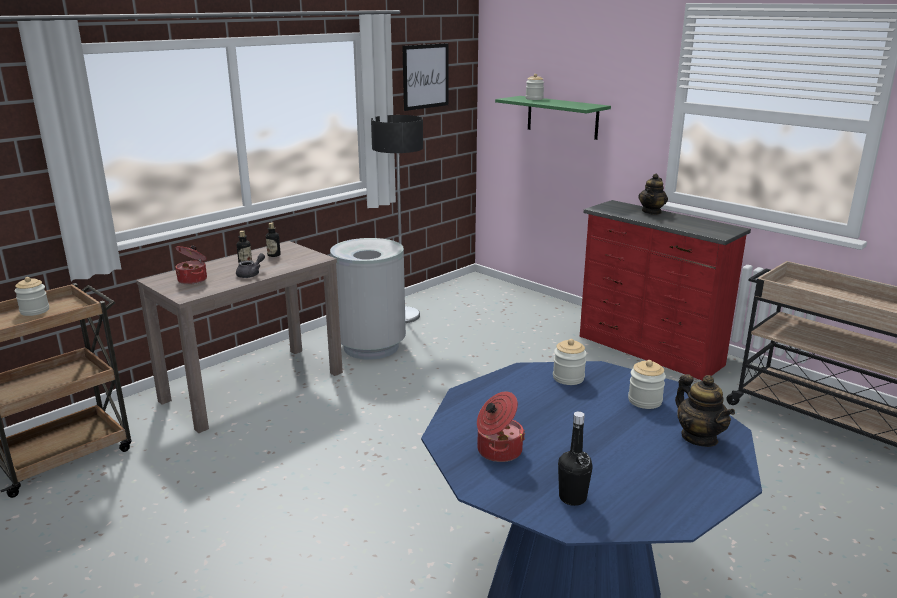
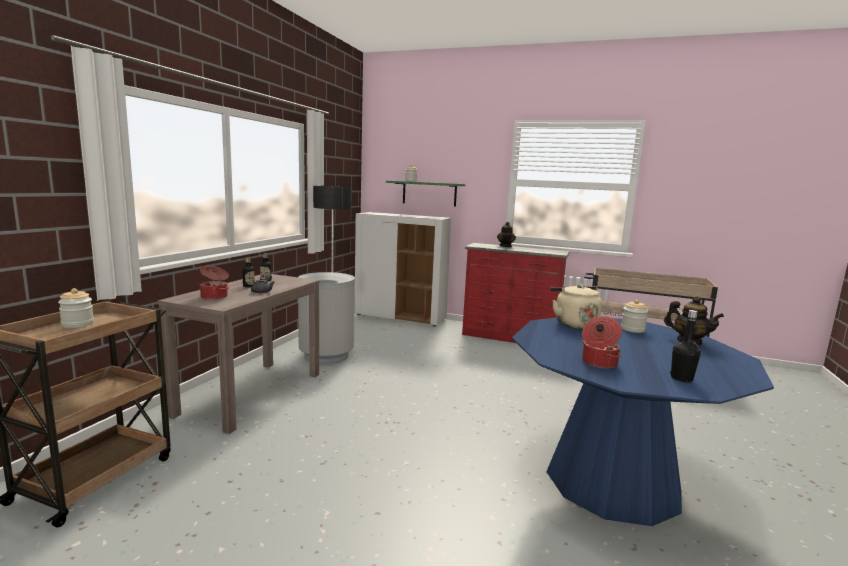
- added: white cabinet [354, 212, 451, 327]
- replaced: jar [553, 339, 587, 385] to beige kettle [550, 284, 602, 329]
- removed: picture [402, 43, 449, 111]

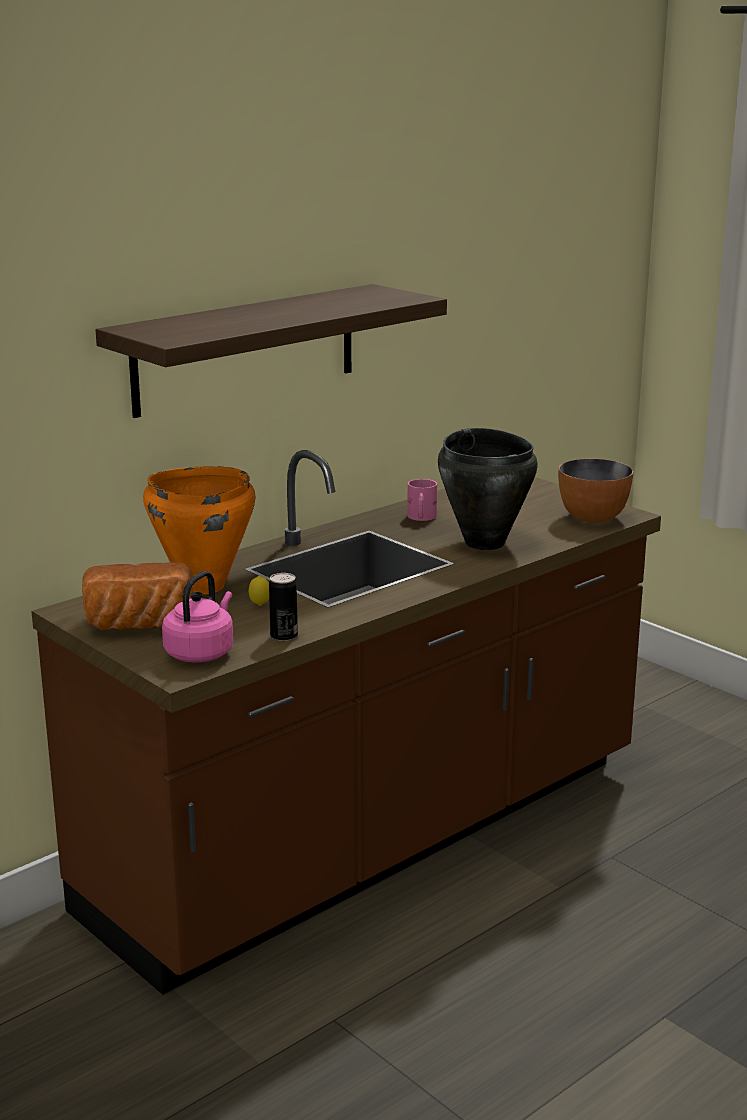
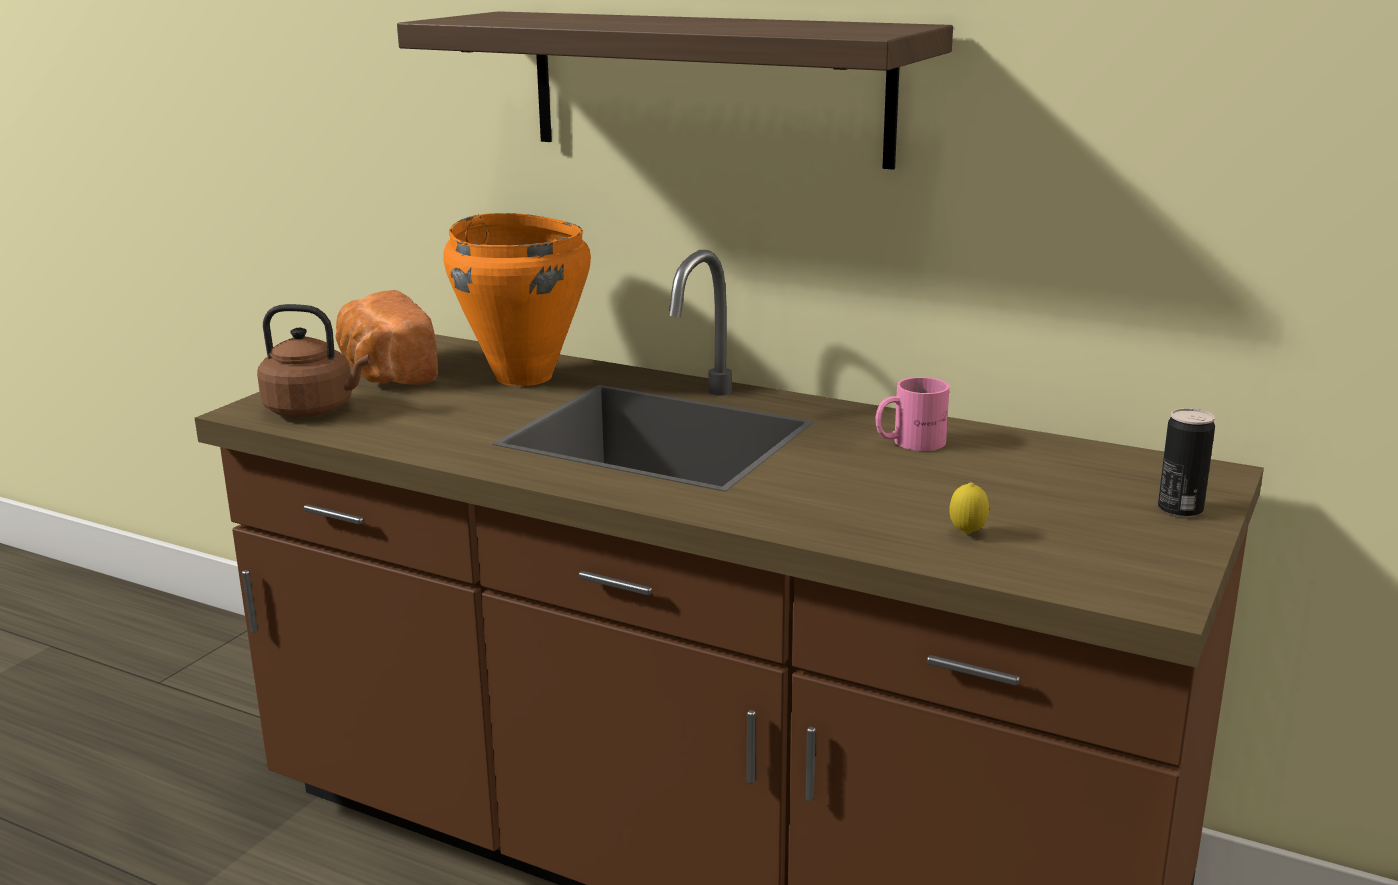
- recoloured: pink kettle [162, 571, 233, 662] to brown kettle [257, 304, 369, 417]
- moved: lemon [249, 576, 269, 606] to [949, 483, 989, 535]
- moved: can [269, 573, 298, 641] to [1158, 408, 1215, 518]
- removed: black cooking pot [438, 428, 538, 550]
- removed: bowl [558, 459, 634, 523]

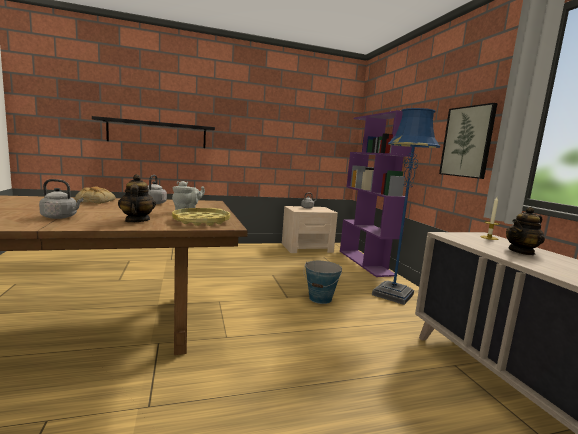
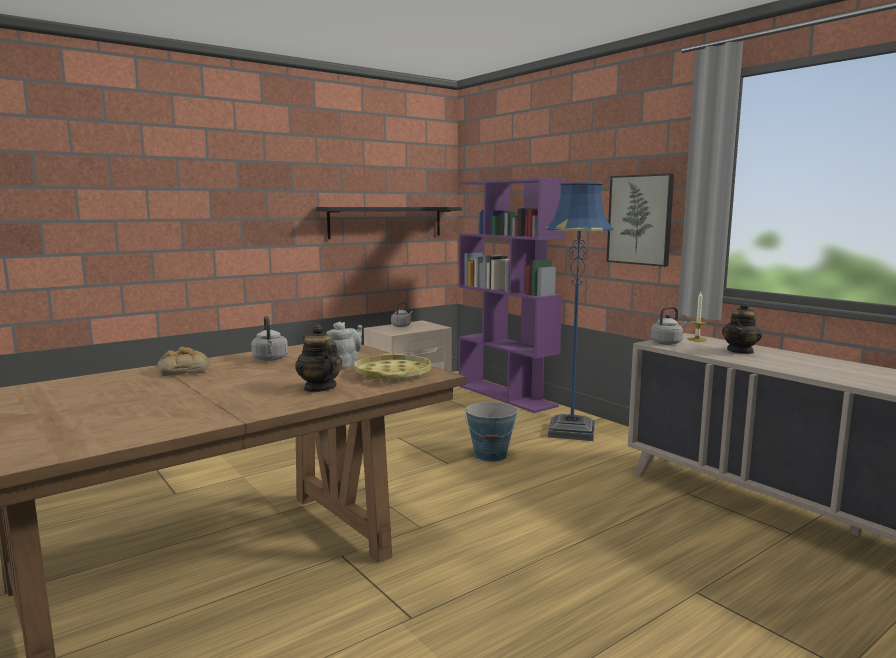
- moved: black shelf [92, 116, 215, 148] to [316, 207, 462, 239]
- moved: grey kettle [39, 179, 83, 219] to [651, 306, 687, 345]

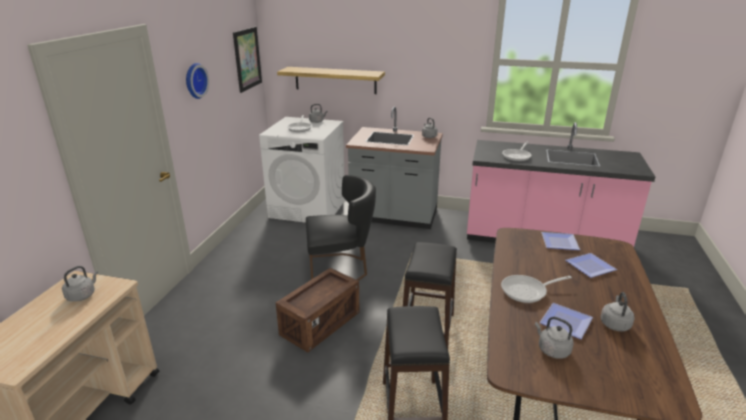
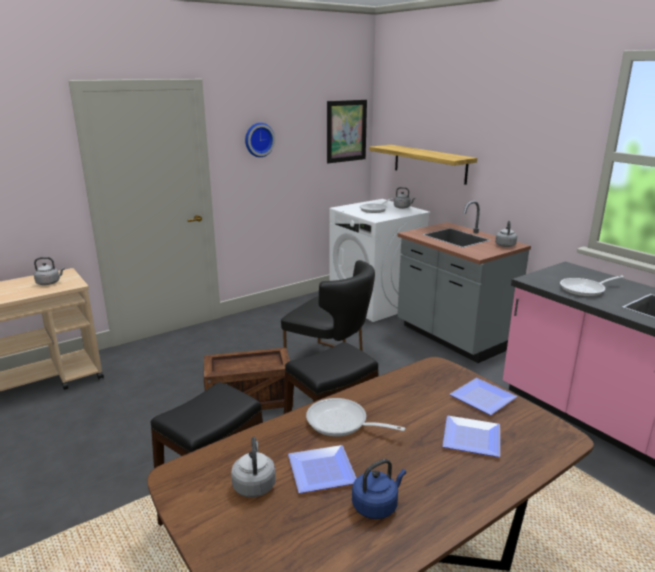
- recoloured: grey kettle [601, 292, 634, 331] to blue kettle [352, 459, 406, 519]

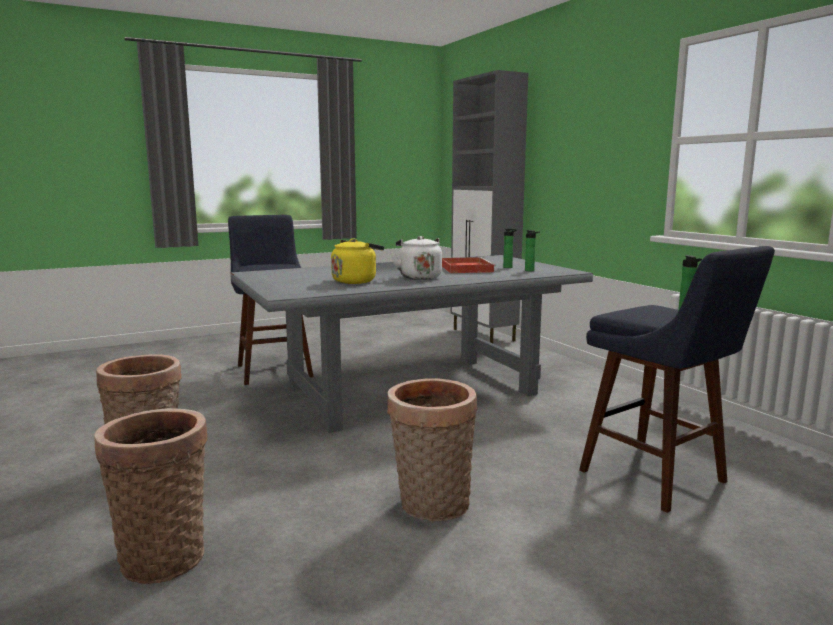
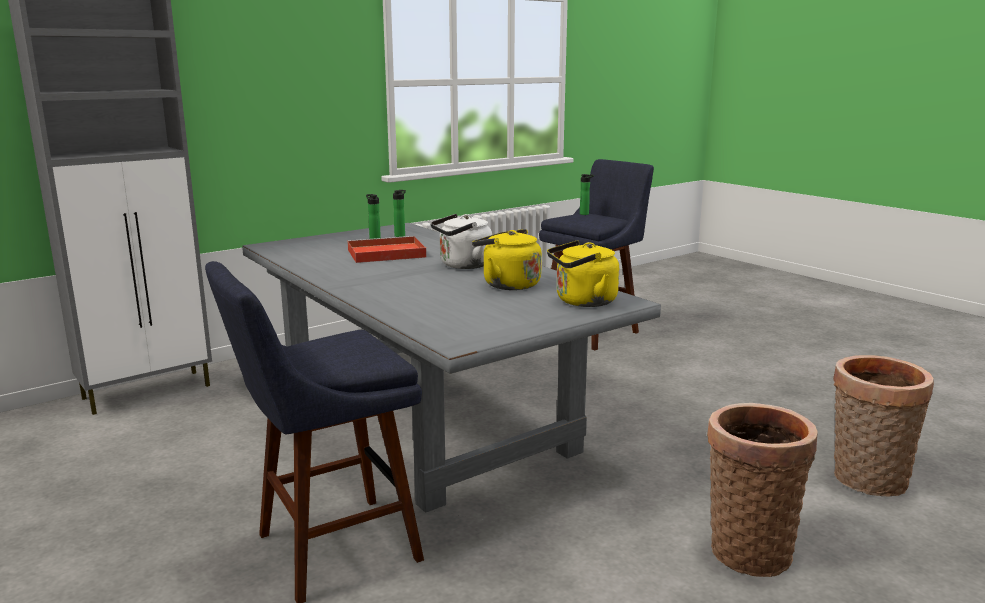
- added: yellow kettle [547, 240, 619, 307]
- removed: basket [387, 378, 478, 521]

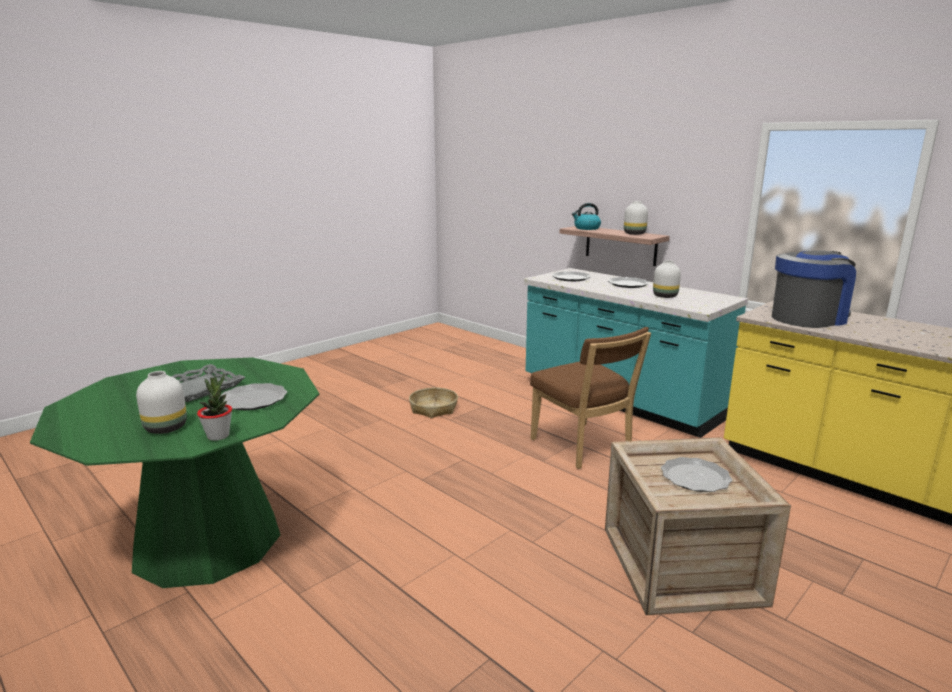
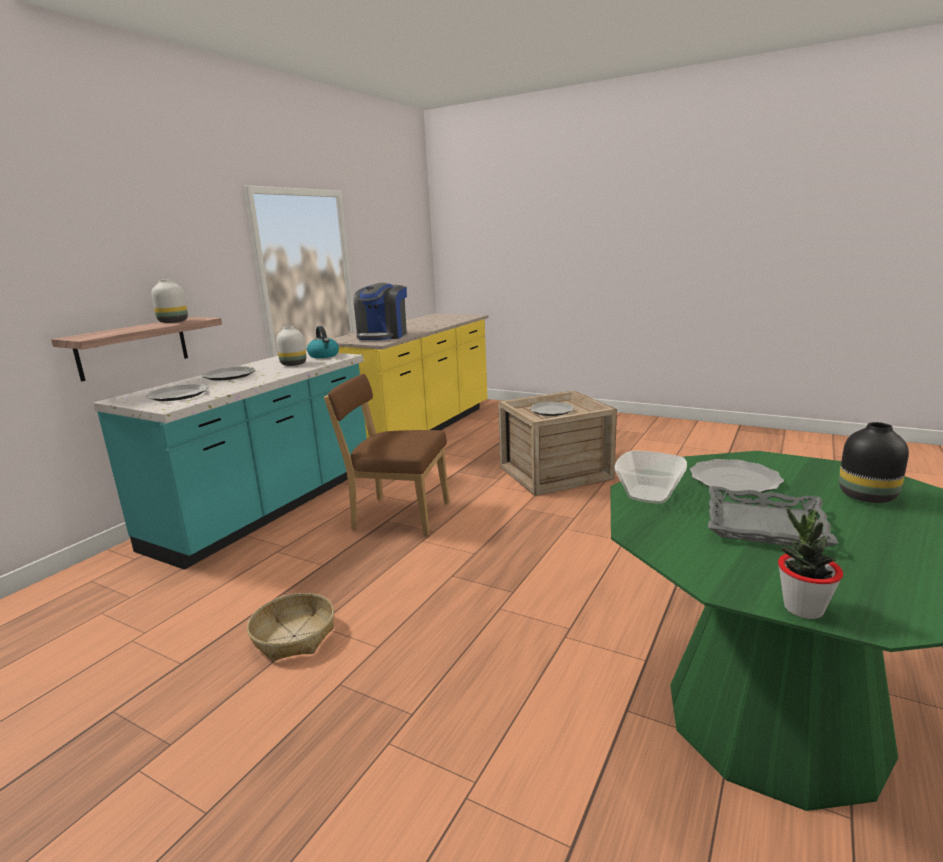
- moved: kettle [572, 203, 601, 230] to [307, 326, 339, 358]
- turned: brown chair [530, 327, 651, 469] = [324, 374, 449, 536] 120 degrees counterclockwise
- turned: coffee machine [772, 250, 856, 328] = [354, 283, 407, 340] 120 degrees counterclockwise
- added: bowl [614, 451, 687, 504]
- moved: potted plant [197, 374, 232, 441] to [778, 508, 843, 619]
- recoloured: white vase [136, 371, 187, 434] to black vase [839, 422, 909, 503]

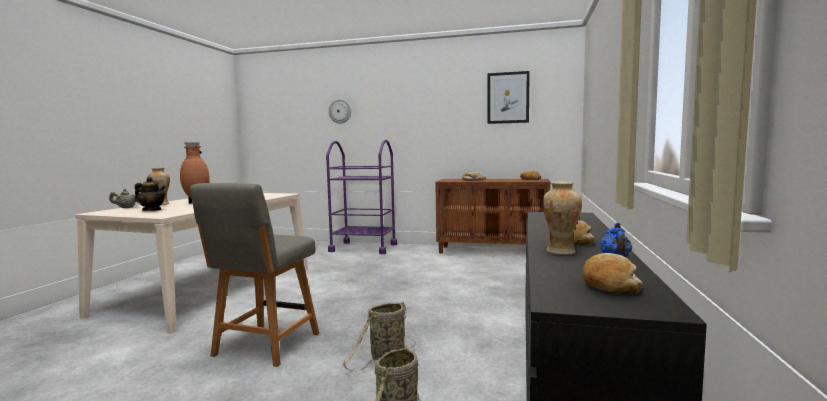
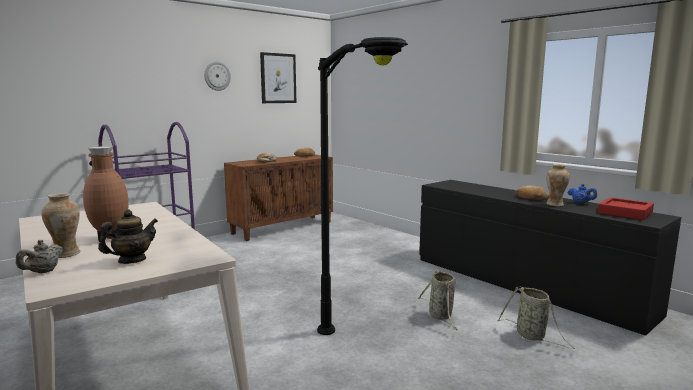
- moved: wall clock [329, 99, 351, 124] to [204, 61, 231, 91]
- replaced: grey chair [190, 183, 319, 367] to black floor lamp [317, 37, 408, 335]
- replaced: bread [583, 253, 643, 294] to red tray [597, 197, 654, 220]

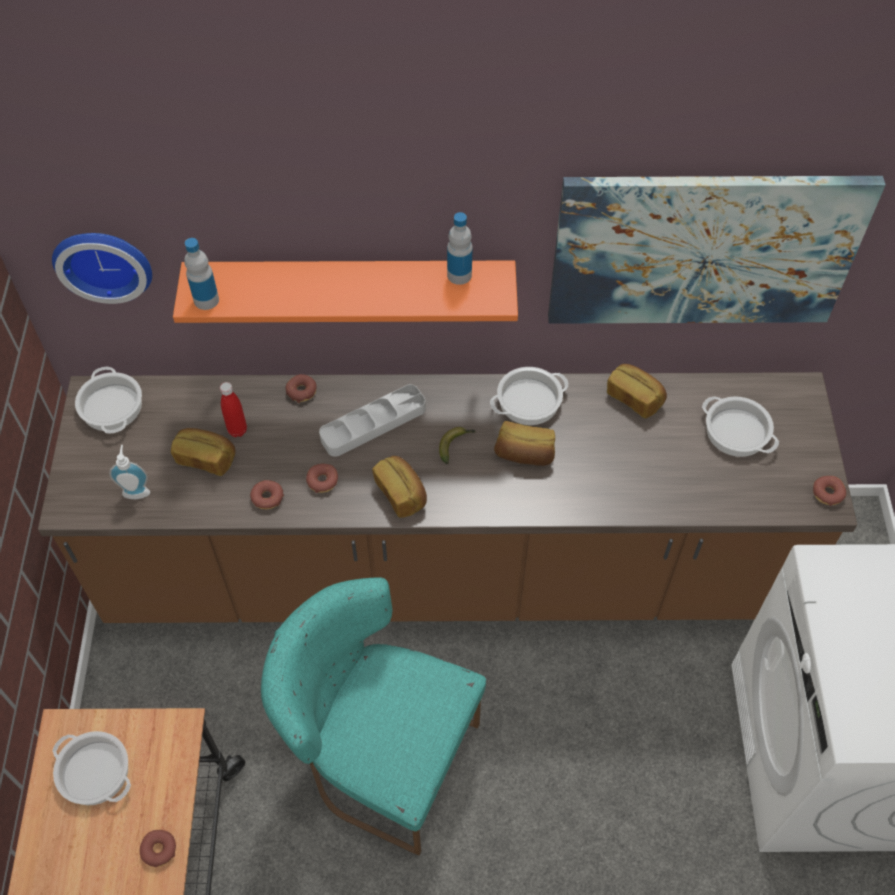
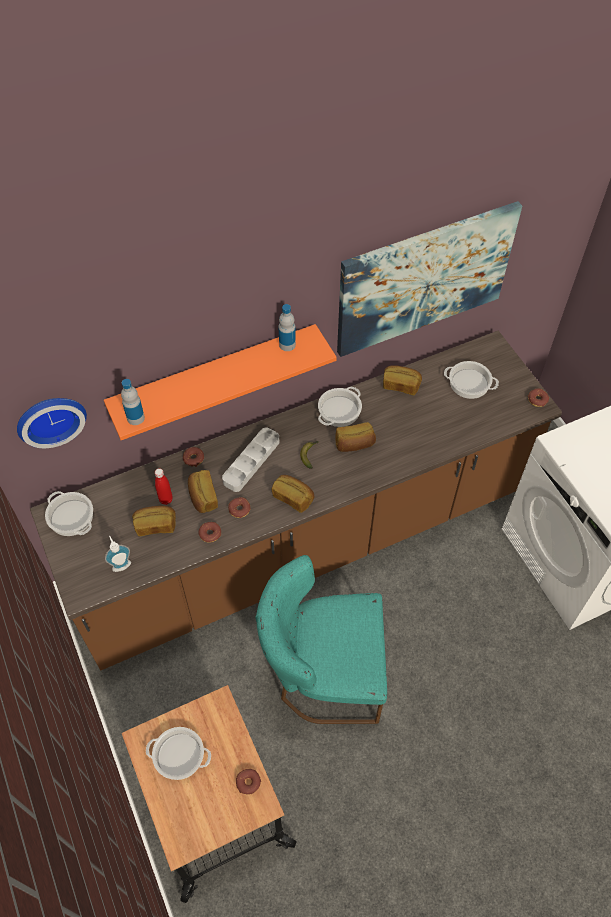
- added: bread [188, 470, 218, 513]

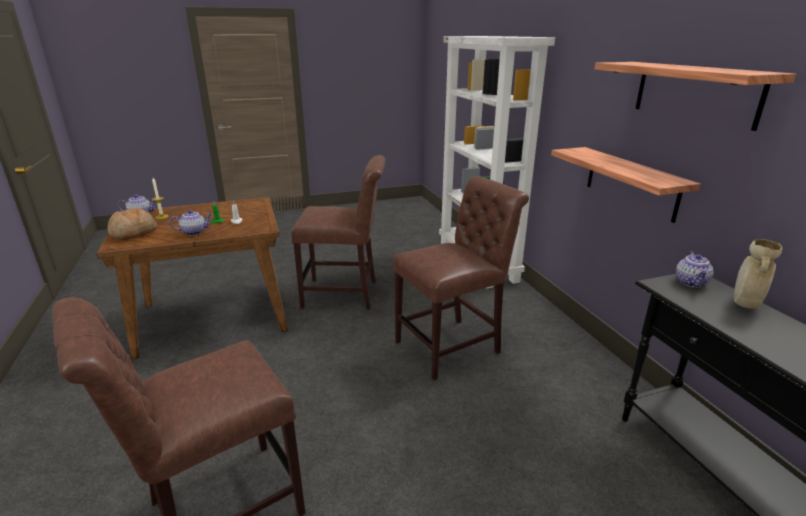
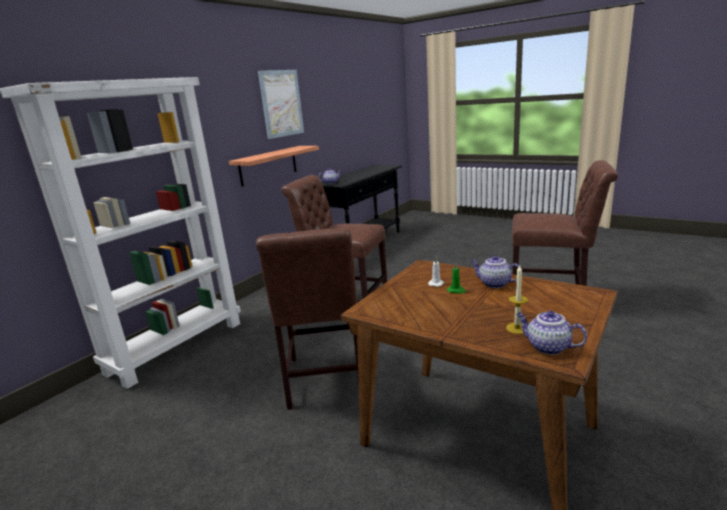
- turned: brown chair [291, 155, 386, 309] = [256, 228, 359, 410] 150 degrees counterclockwise
- replaced: shelf [594, 62, 796, 131] to picture [258, 70, 304, 139]
- removed: bread [108, 208, 157, 240]
- removed: beige vase [734, 239, 782, 309]

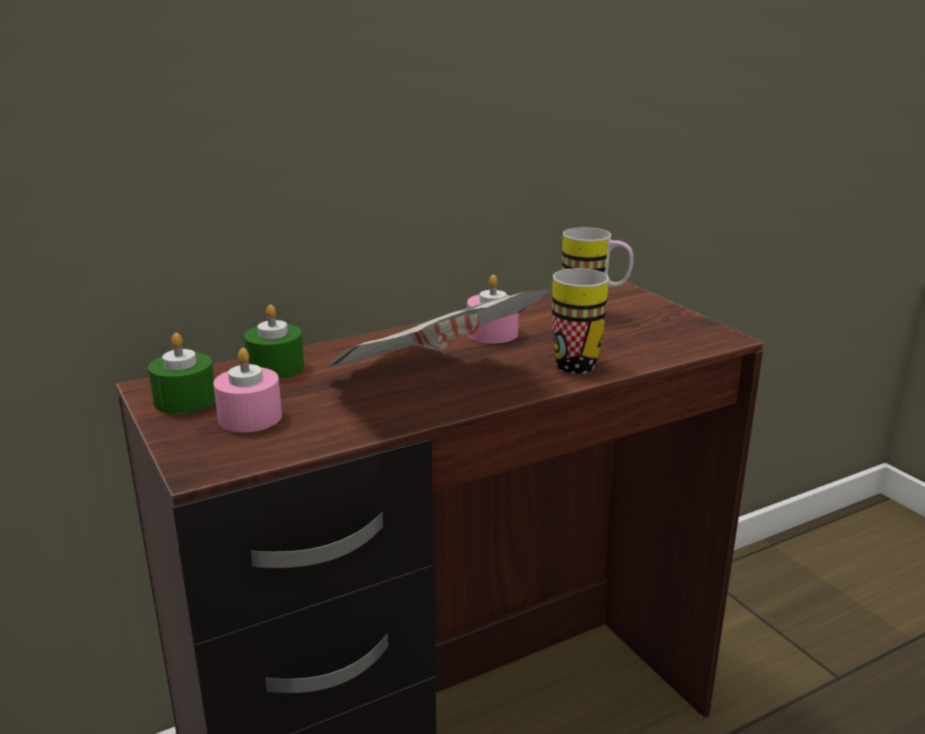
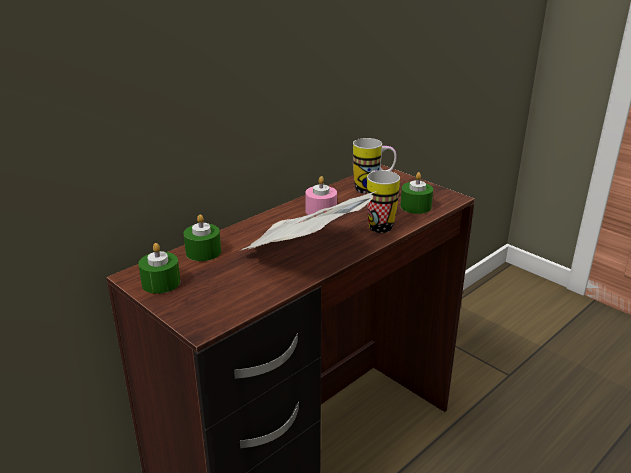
- added: green candle [400, 172, 433, 214]
- removed: pink candle [213, 348, 282, 432]

